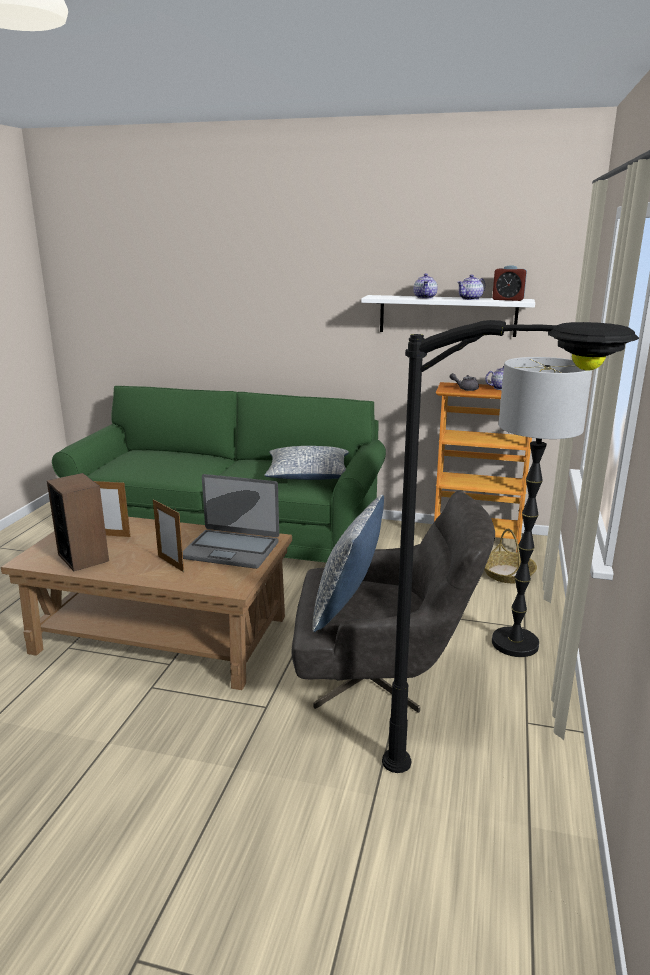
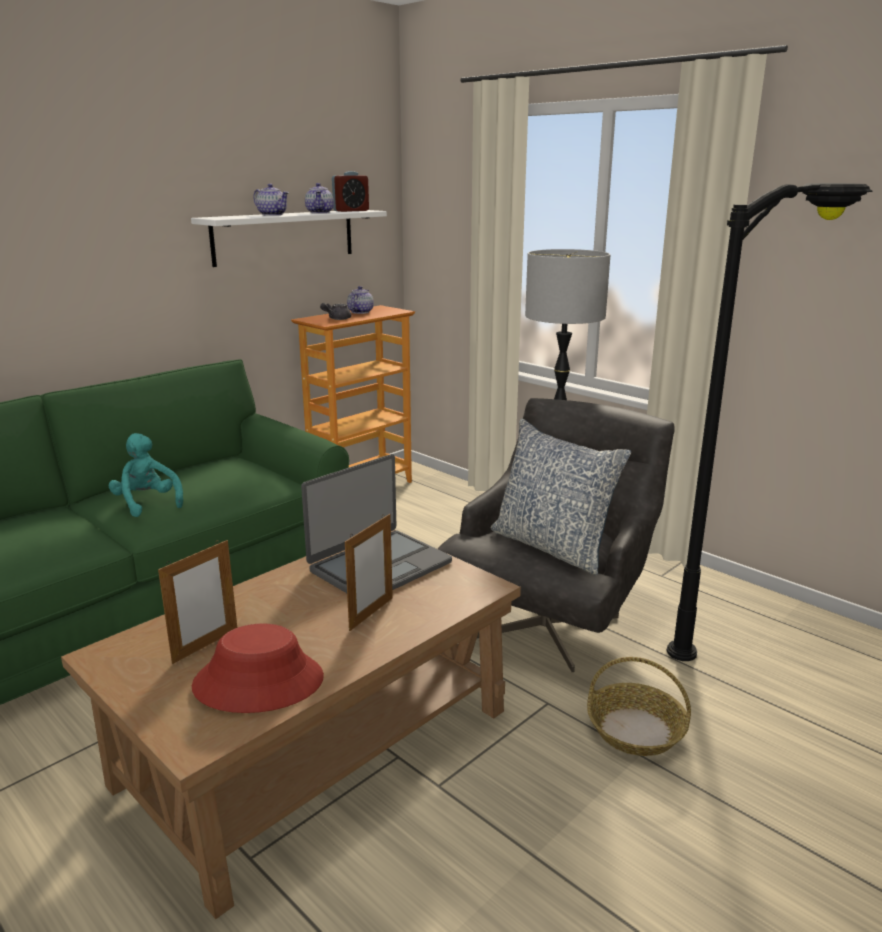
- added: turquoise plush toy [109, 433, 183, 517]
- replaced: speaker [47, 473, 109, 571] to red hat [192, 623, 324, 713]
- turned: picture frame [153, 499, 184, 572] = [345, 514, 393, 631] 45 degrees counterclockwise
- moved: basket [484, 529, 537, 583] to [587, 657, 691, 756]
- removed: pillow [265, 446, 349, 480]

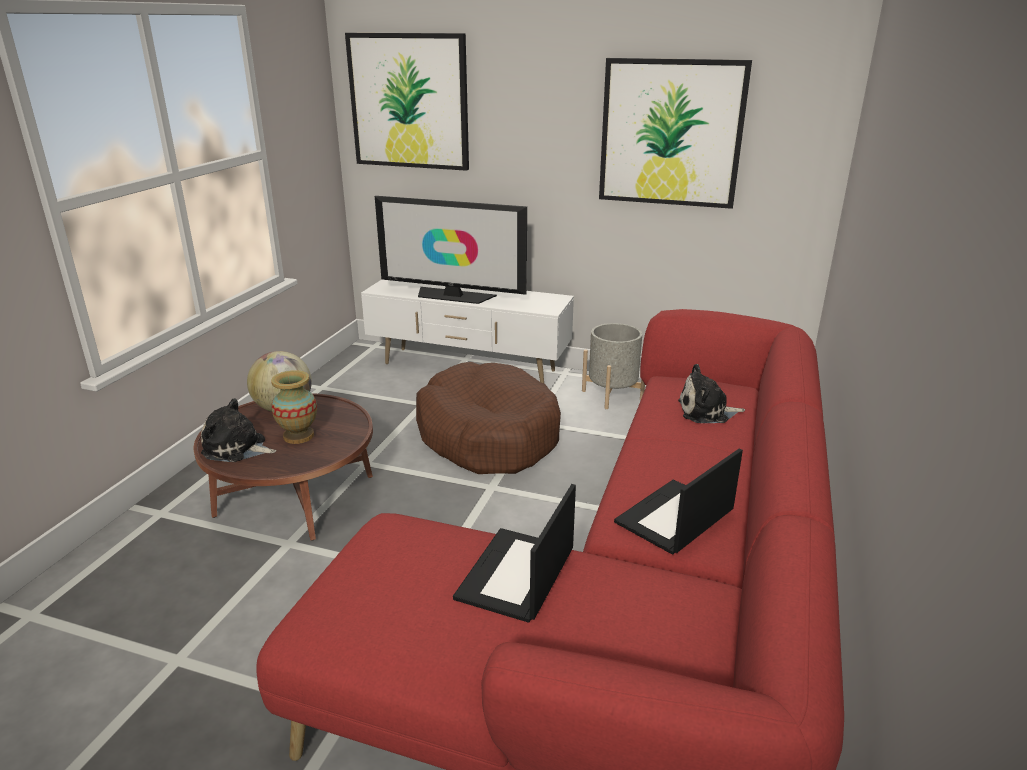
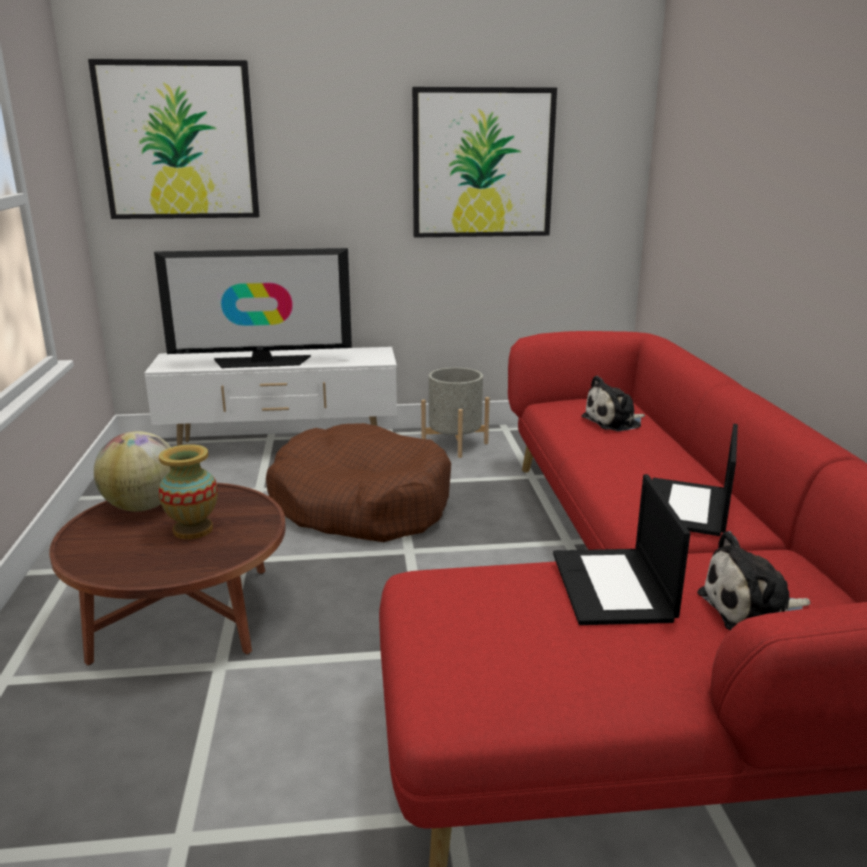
- moved: plush toy [201, 398, 276, 462] to [697, 531, 810, 630]

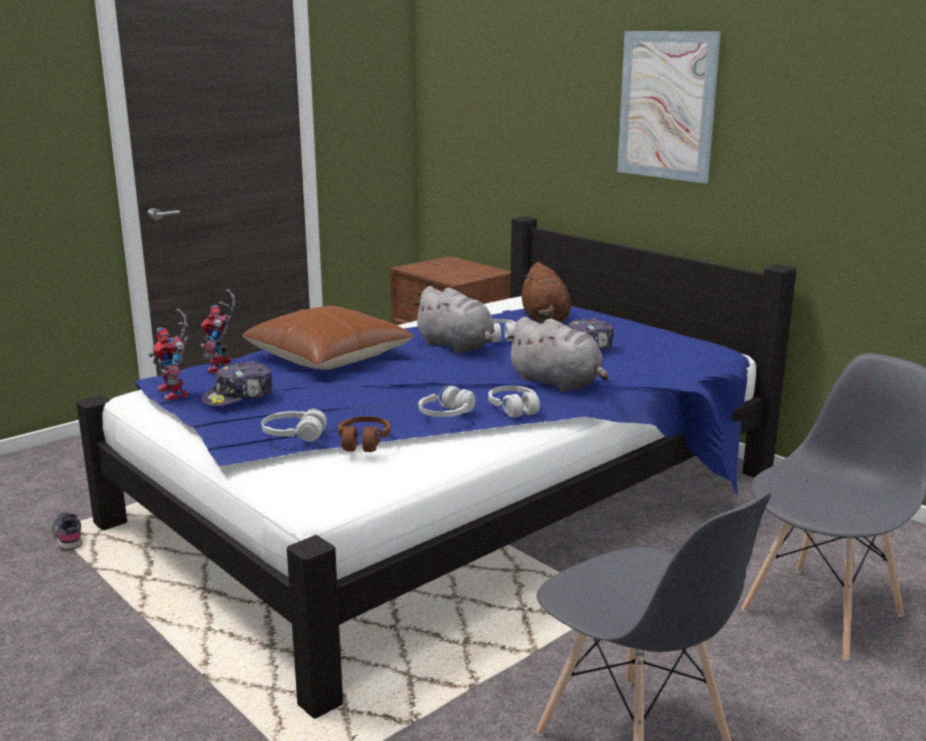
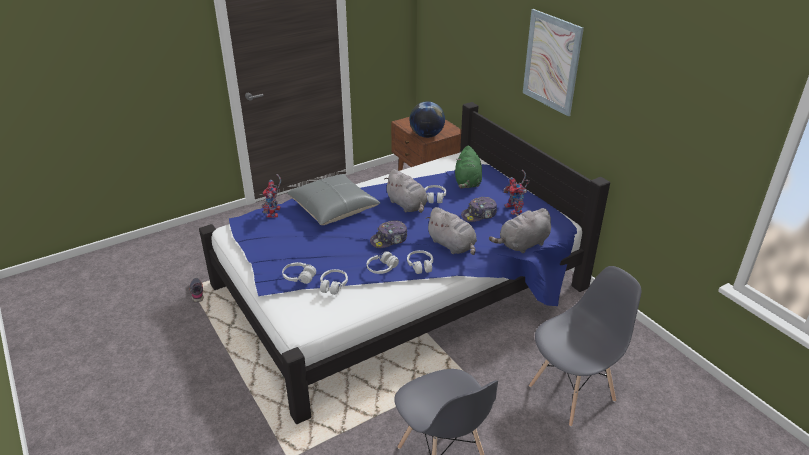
- recoloured: brown pillow [242, 306, 414, 369] to grey pillow [288, 174, 380, 225]
- recoloured: brown headphones [338, 416, 391, 452] to white headphones [320, 269, 348, 295]
- moved: cap [201, 361, 273, 406] to [370, 221, 407, 248]
- added: globe [410, 101, 445, 138]
- recoloured: brown plush toy [522, 262, 571, 323] to green plush toy [455, 146, 482, 189]
- added: grey plush toy [489, 208, 551, 253]
- moved: toy robot [149, 309, 190, 401] to [503, 170, 530, 215]

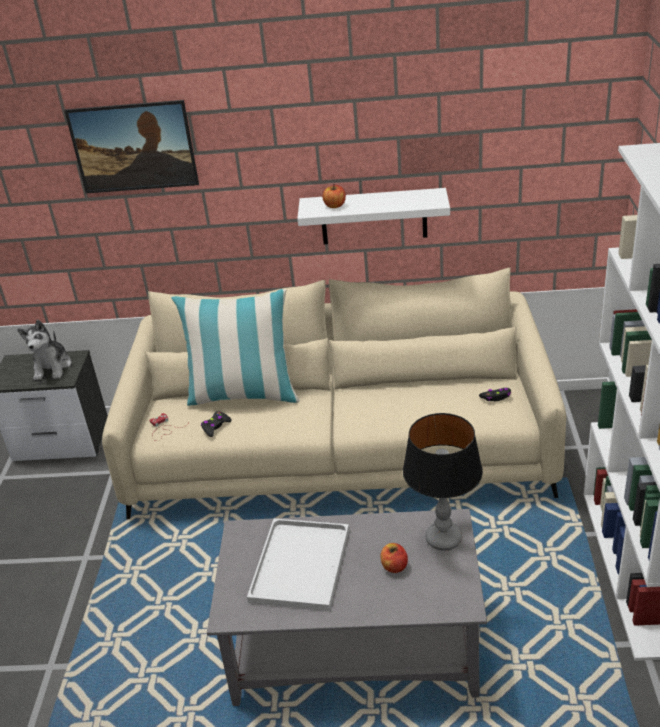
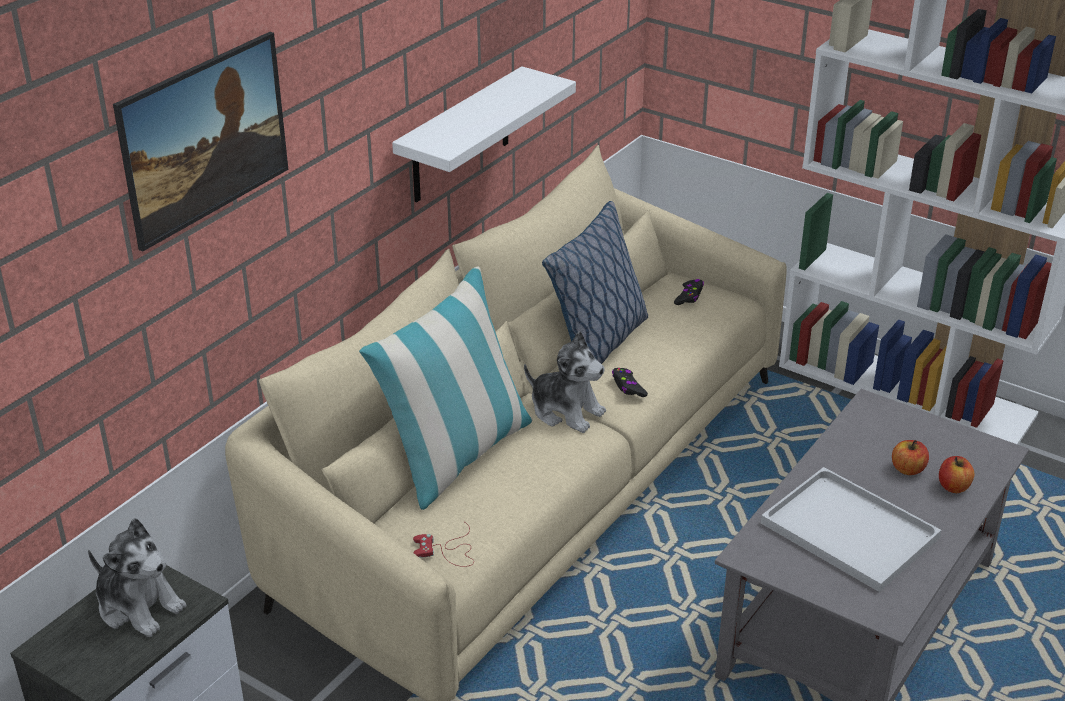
- added: plush toy [524, 331, 606, 433]
- added: pillow [542, 201, 648, 364]
- moved: black game controller [201, 411, 232, 437] to [612, 368, 648, 397]
- moved: apple [322, 184, 346, 208] to [939, 456, 974, 493]
- removed: table lamp [403, 413, 483, 551]

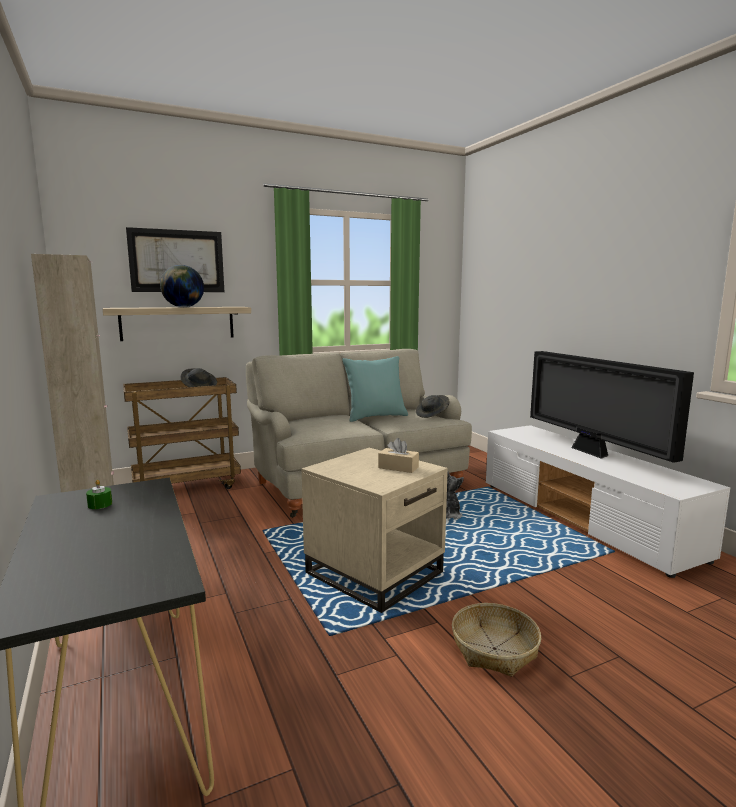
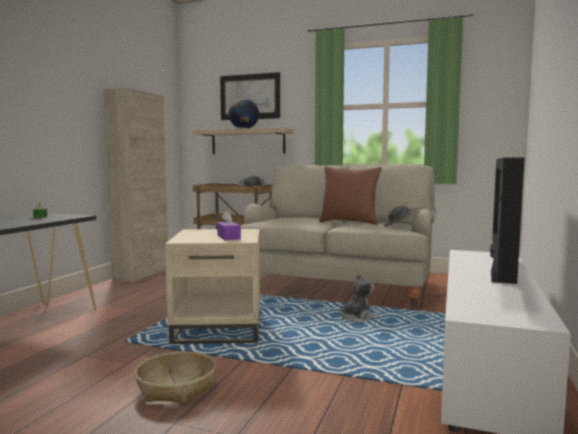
- recoloured: beige tissue box [378, 438, 419, 473] to purple tissue box [217, 211, 241, 240]
- recoloured: turquoise pillow [342, 356, 408, 422] to brown pillow [319, 166, 382, 225]

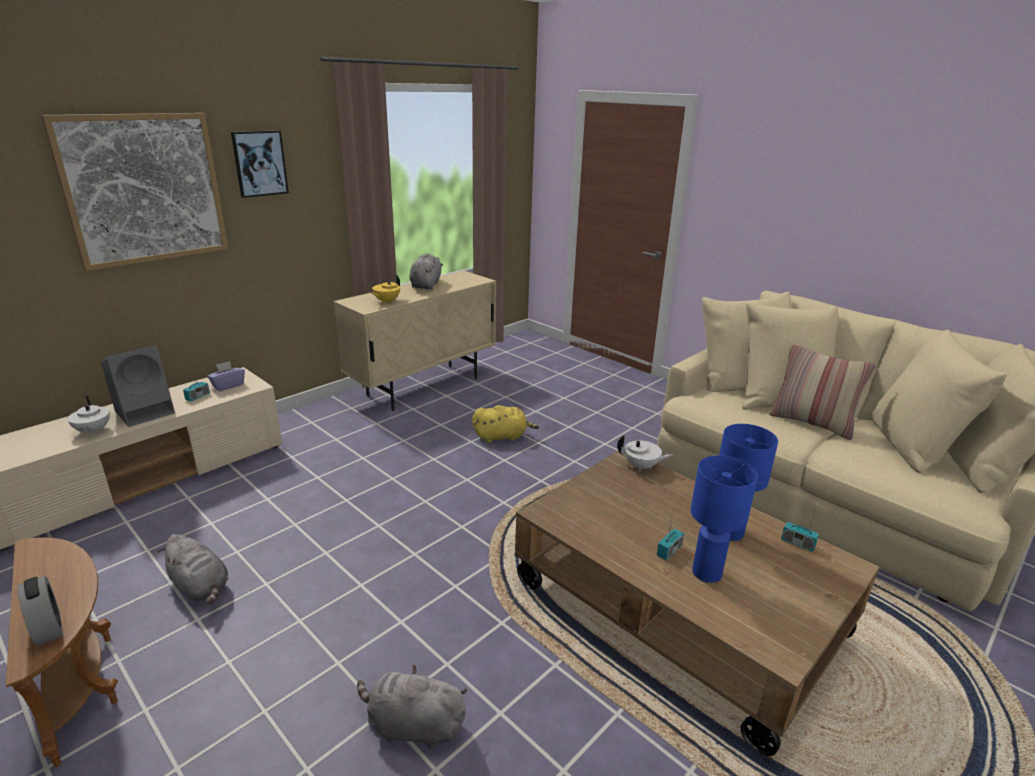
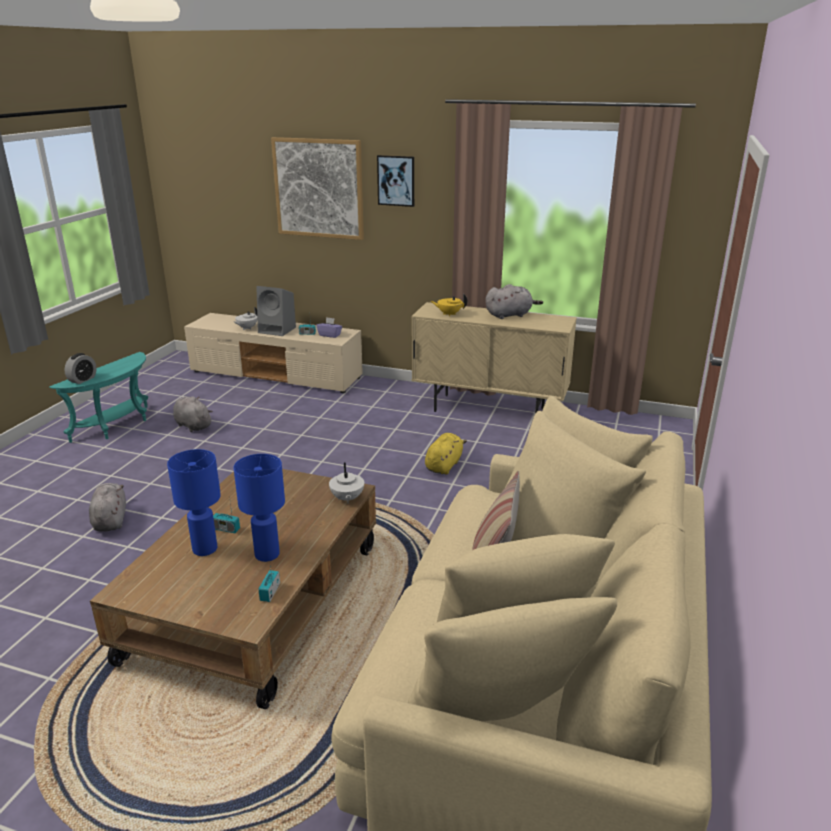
- recoloured: brown side table [6, 538, 118, 767] to turquoise side table [49, 352, 148, 443]
- turned: grey plush toy [158, 534, 228, 604] = [173, 396, 213, 432] 120 degrees clockwise
- turned: yellow plush toy [472, 405, 539, 443] = [425, 433, 467, 475] 120 degrees counterclockwise

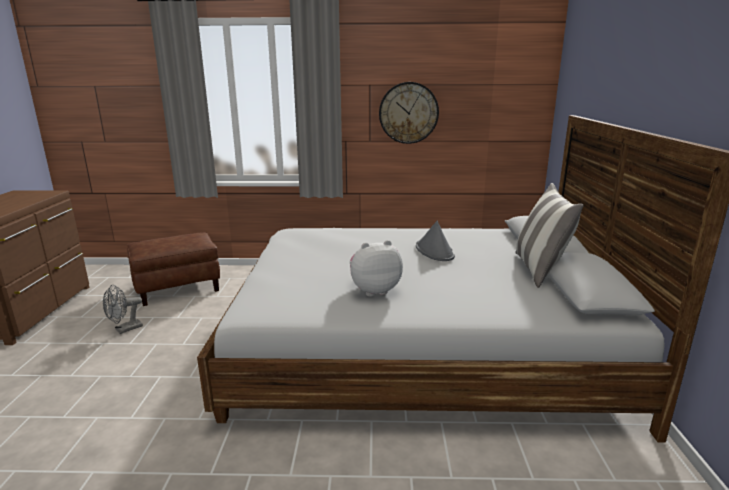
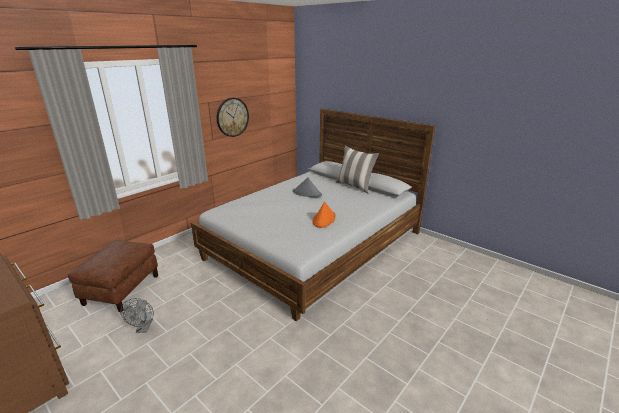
- replaced: plush toy [349, 240, 403, 297] to orange hat [313, 202, 336, 228]

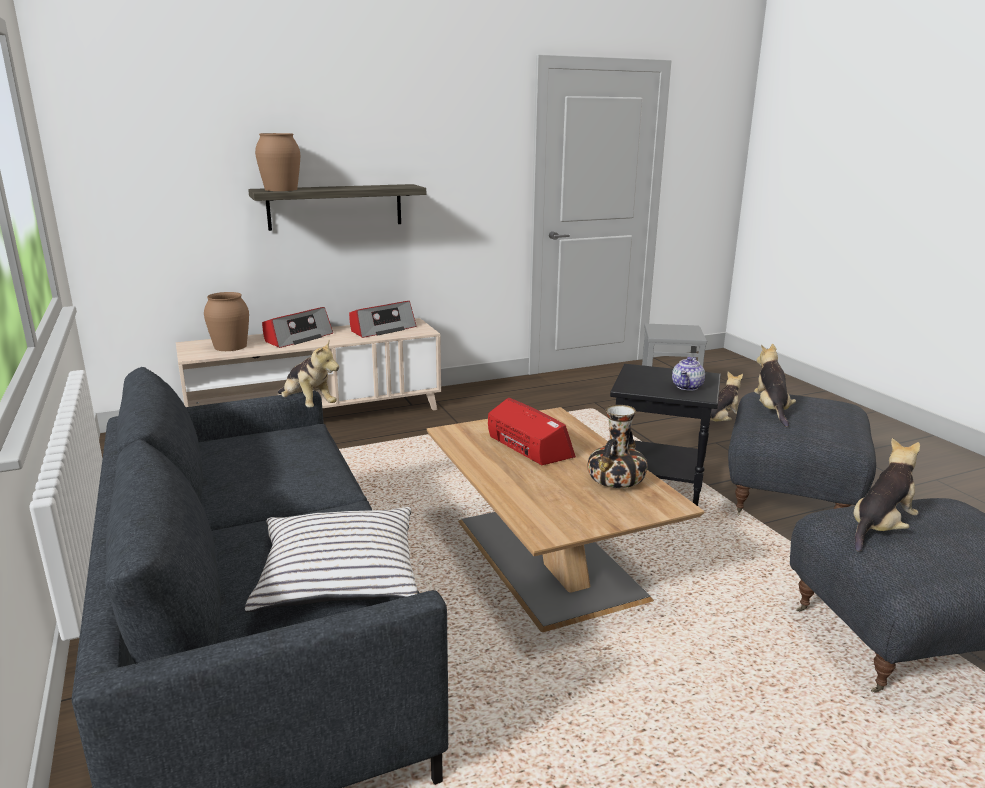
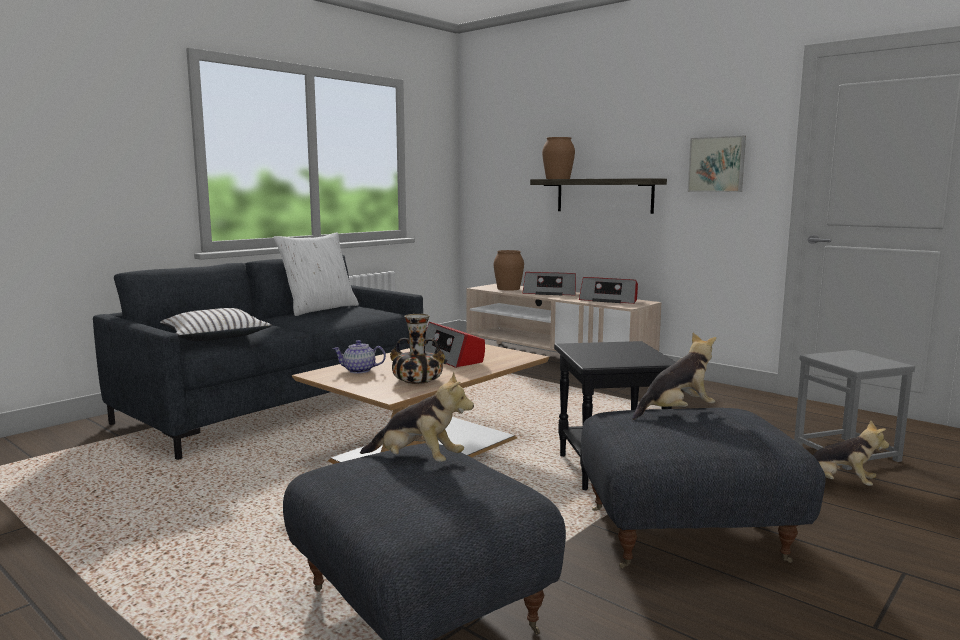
- added: white pillow [274, 232, 359, 316]
- moved: teapot [672, 357, 705, 391] to [332, 340, 386, 373]
- turned: radio [488, 398, 576, 465] = [425, 322, 485, 368] 120 degrees clockwise
- added: picture [688, 136, 746, 192]
- removed: plush toy [278, 341, 339, 407]

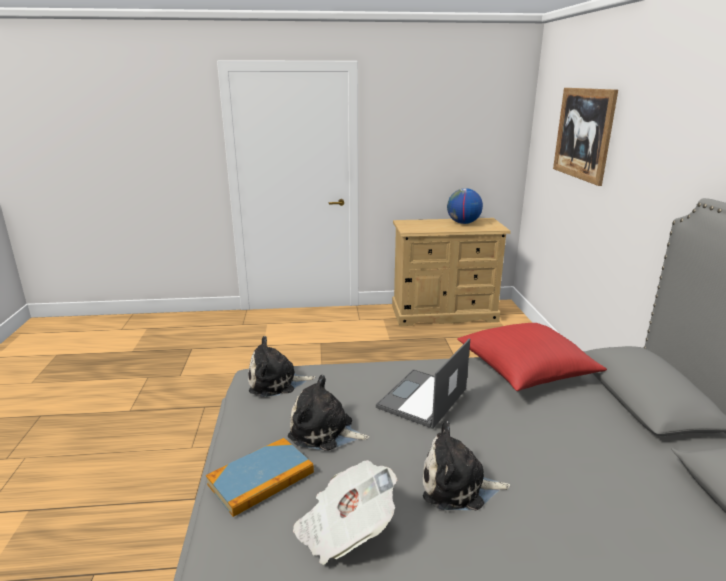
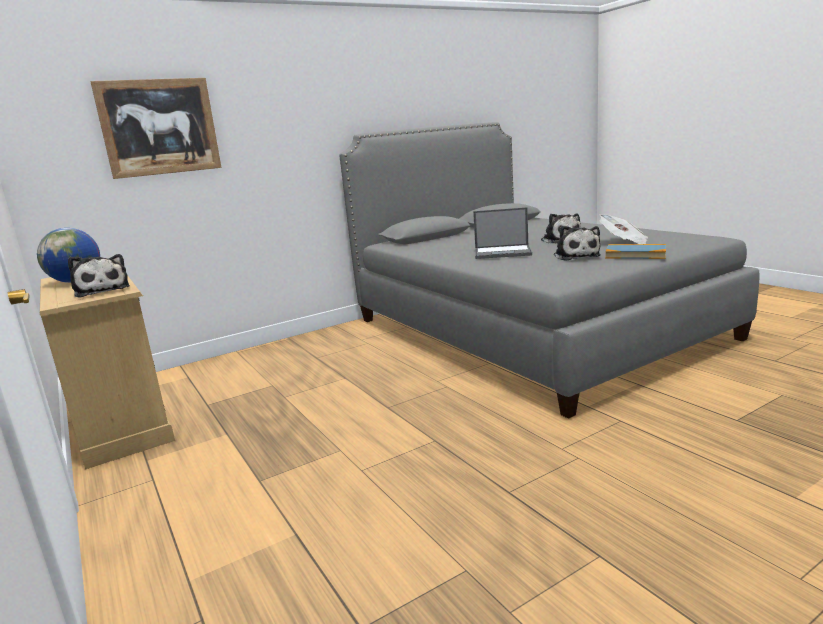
- moved: plush toy [248, 336, 315, 397] to [68, 254, 130, 298]
- removed: red pillow [457, 323, 607, 391]

